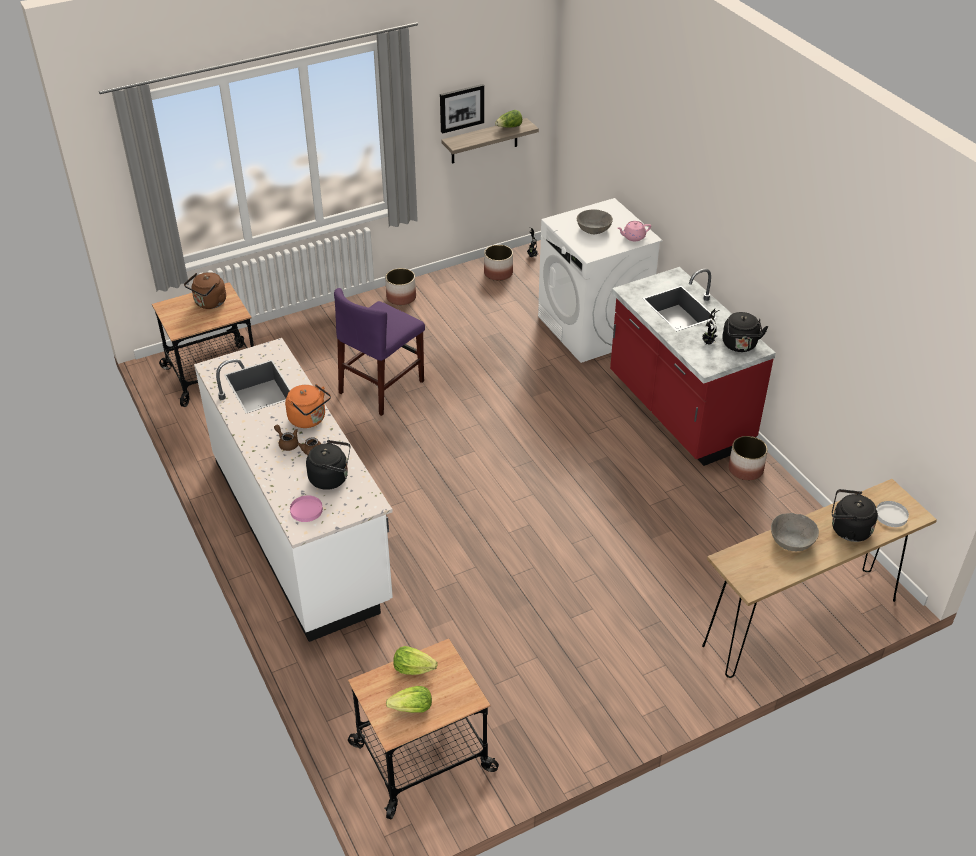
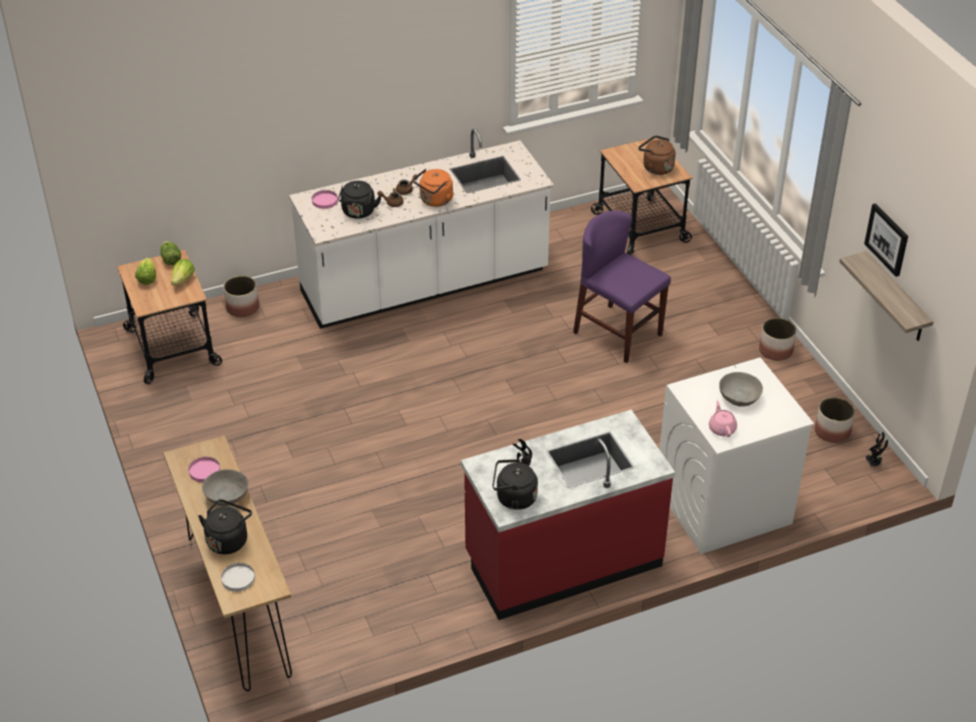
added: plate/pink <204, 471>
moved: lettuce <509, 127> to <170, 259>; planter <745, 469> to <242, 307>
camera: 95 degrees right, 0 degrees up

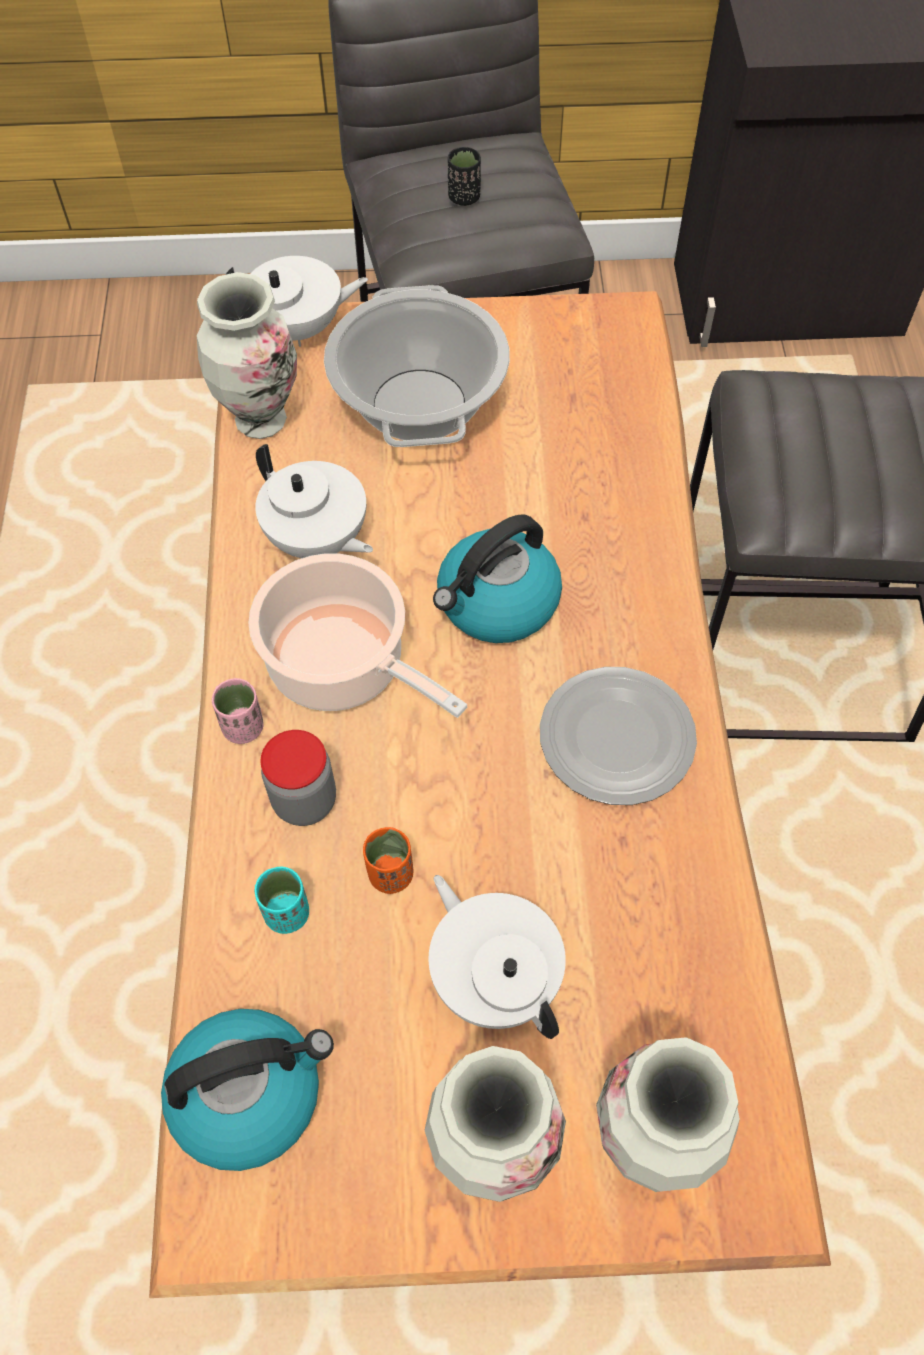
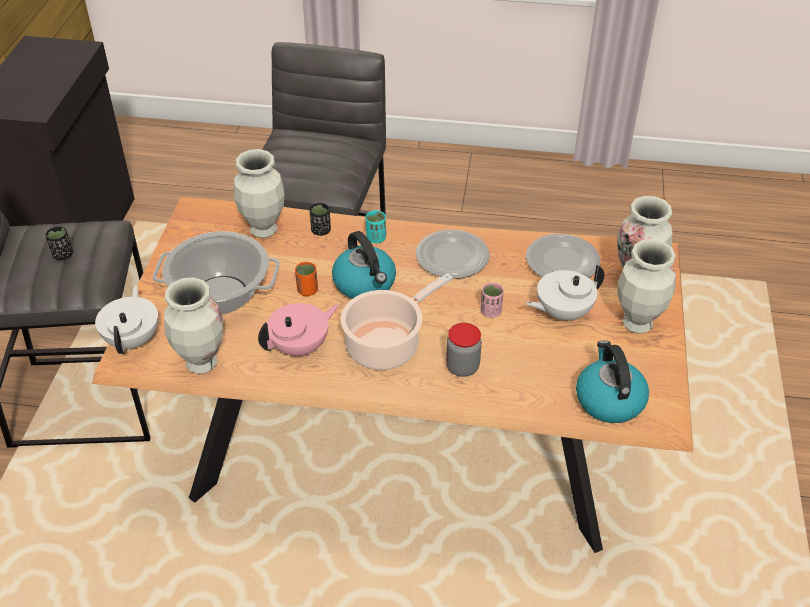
added: vase <263, 230>; cup/black <321, 231>; plate <563, 261>
moved: cup/orange <390, 874> to <307, 290>; cup/turquoise <287, 913> to <376, 238>; cup/pink <243, 727> to <490, 312>
recoloured: teapot/white <317, 540> to teapot/pink <301, 347>
camera: 80 degrees left, 15 degrees down

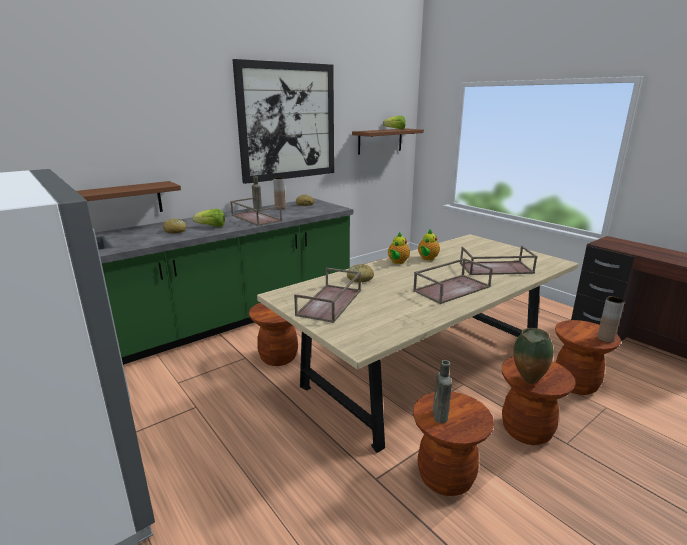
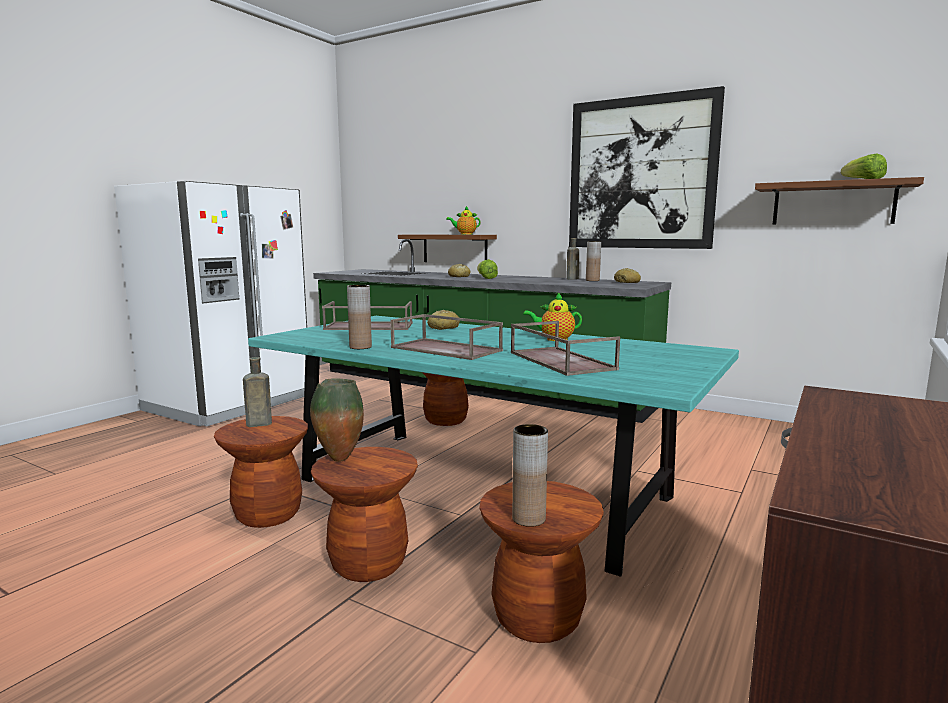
removed: tray/brown <255, 218>
added: vase/brown <360, 347>
moved: teapot <397, 262> to <465, 234>
recoloured: dining table/beige <424, 369> to dining table/turquoise <480, 487>
camera: 70 degrees right, 10 degrees down

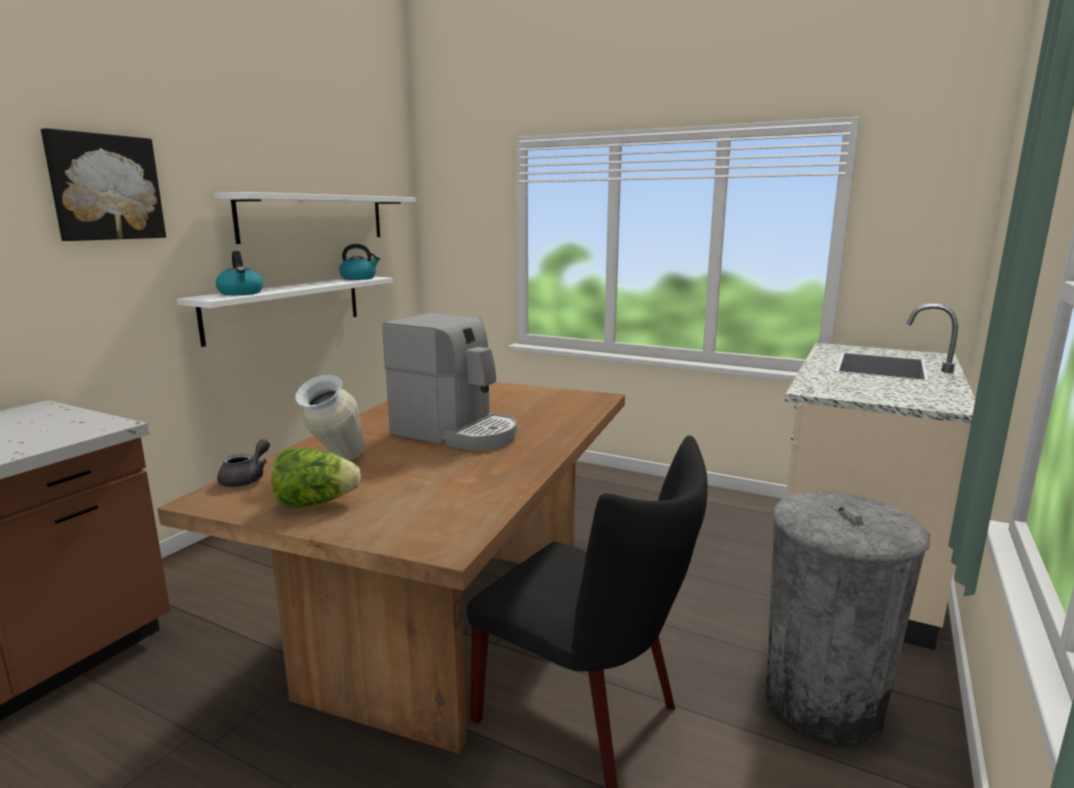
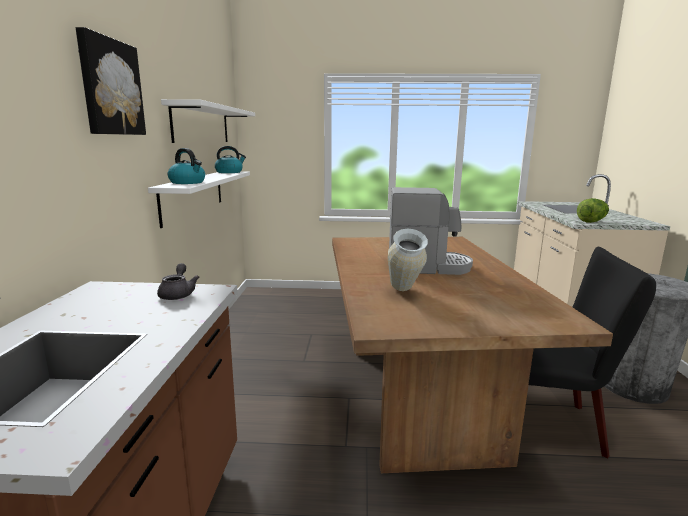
moved: teapot/grey <247, 479> to <178, 294>; lettuce <316, 503> to <592, 221>
camera: 25 degrees left, 0 degrees up

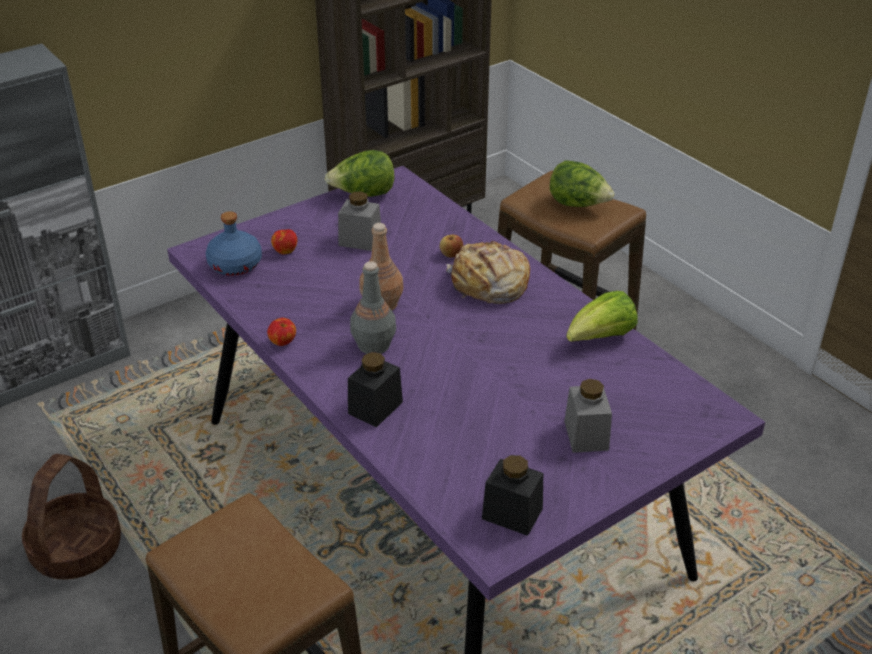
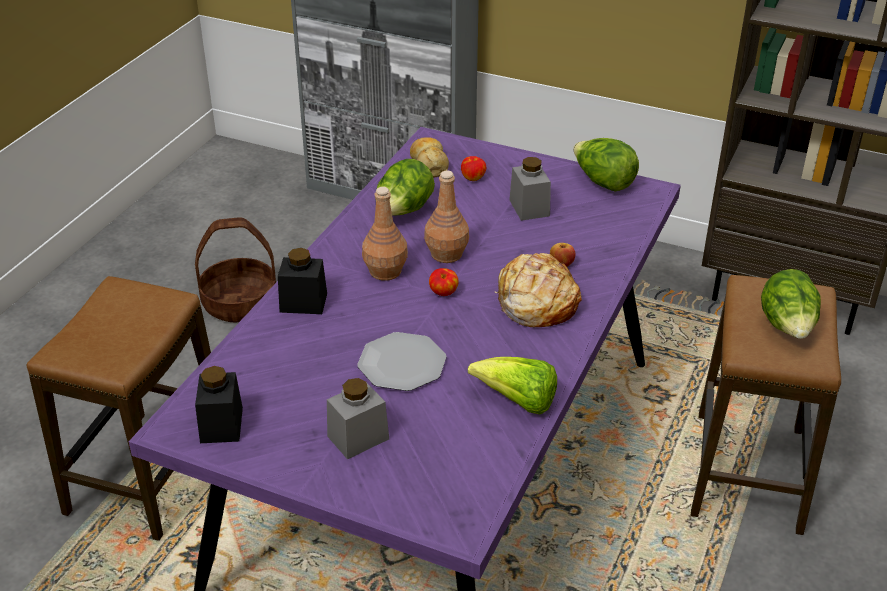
added: plate <401, 364>; lettuce <403, 212>
moved: apple <283, 342> to <443, 293>
replaced: bottle/blue <235, 265> to bread <429, 164>
recoloured: bottle/grey <373, 345> to bottle/brown <385, 271>
camera: 60 degrees right, 0 degrees up

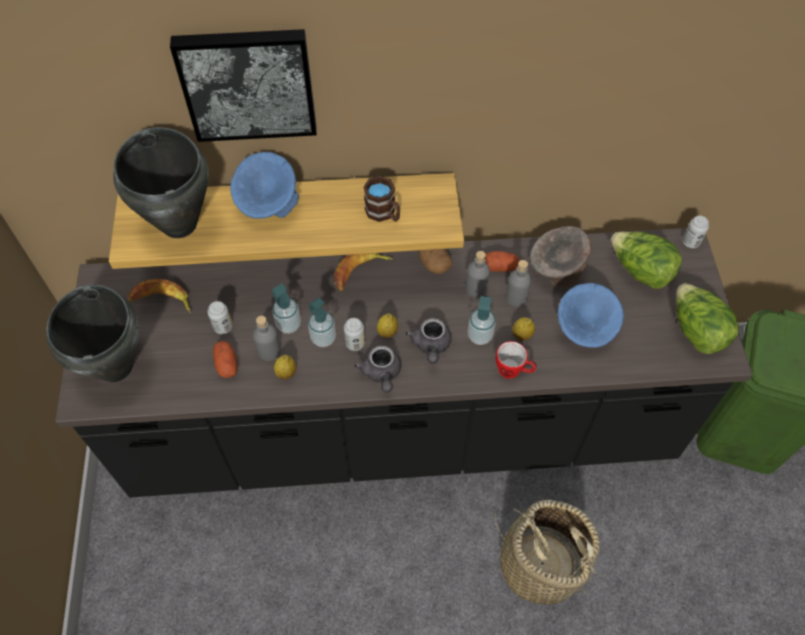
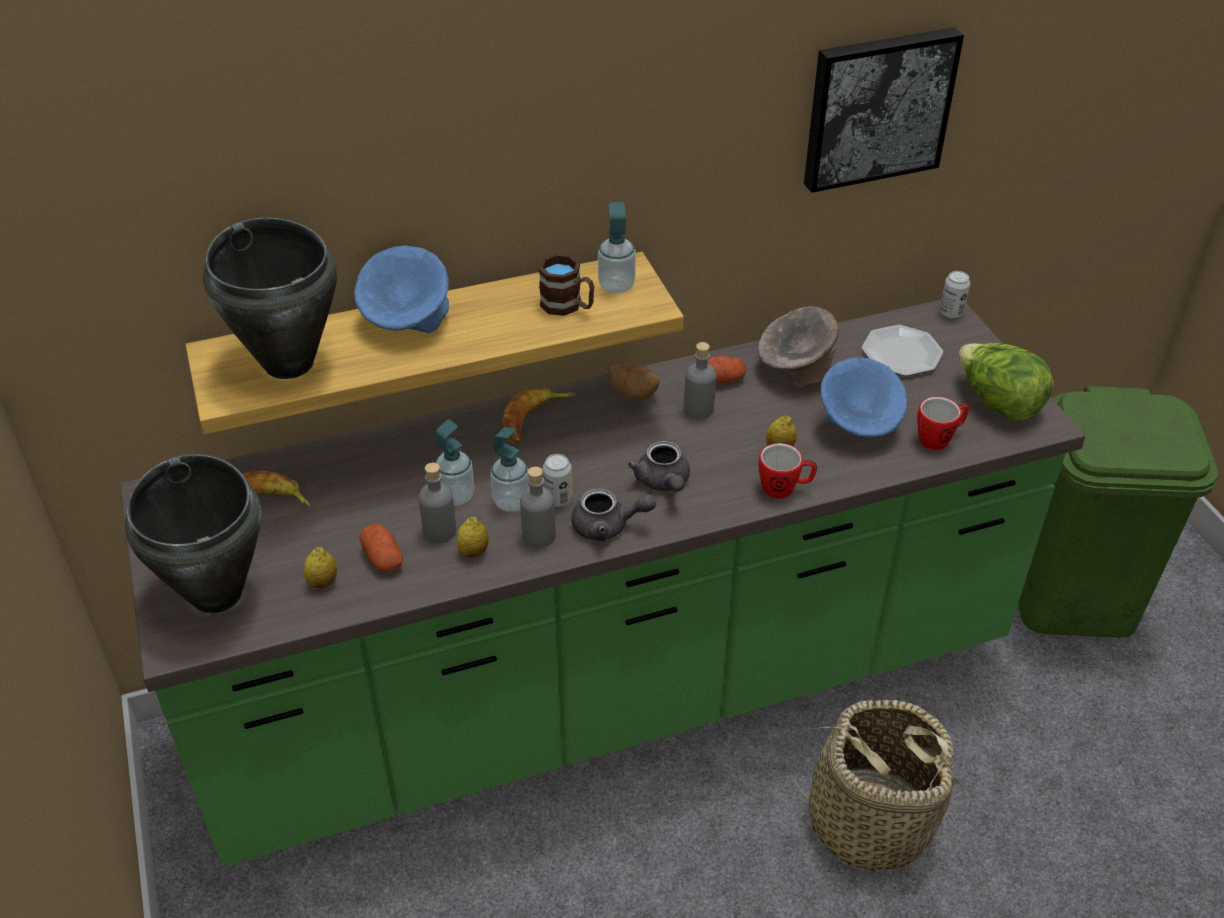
removed: can <223, 327>
added: mug <939, 438>
moved: lemon <387, 332> to <323, 582>; bottle/grey <516, 297> to <539, 535>; soap dispenser <480, 336> to <616, 286>; picture <248, 83> to <877, 107>
replaced: lettuce <640, 271> to plate <902, 354>
recoloured: counter/black <402, 429> to counter/green <612, 692>
turned: teapot/grey <381, 374> = <608, 526> 60 degrees counterclockwise
camera: 15 degrees left, 15 degrees down

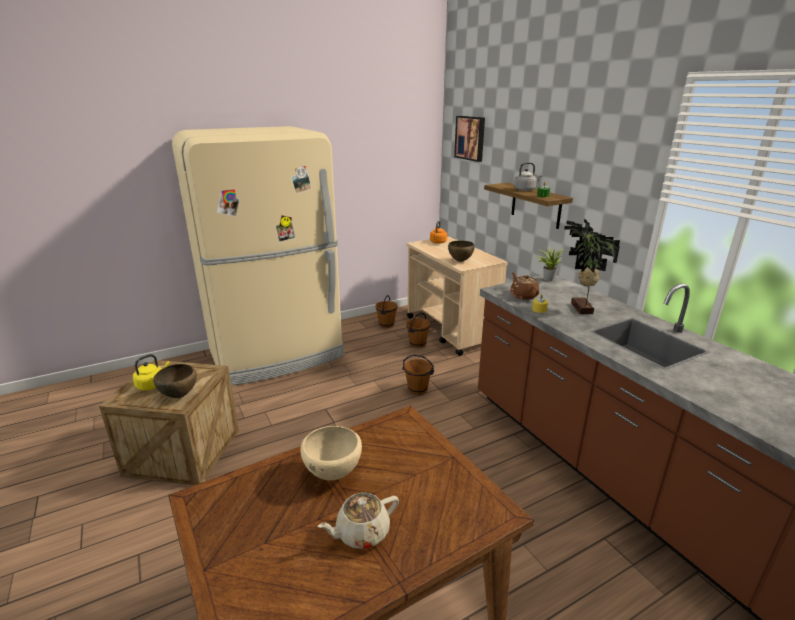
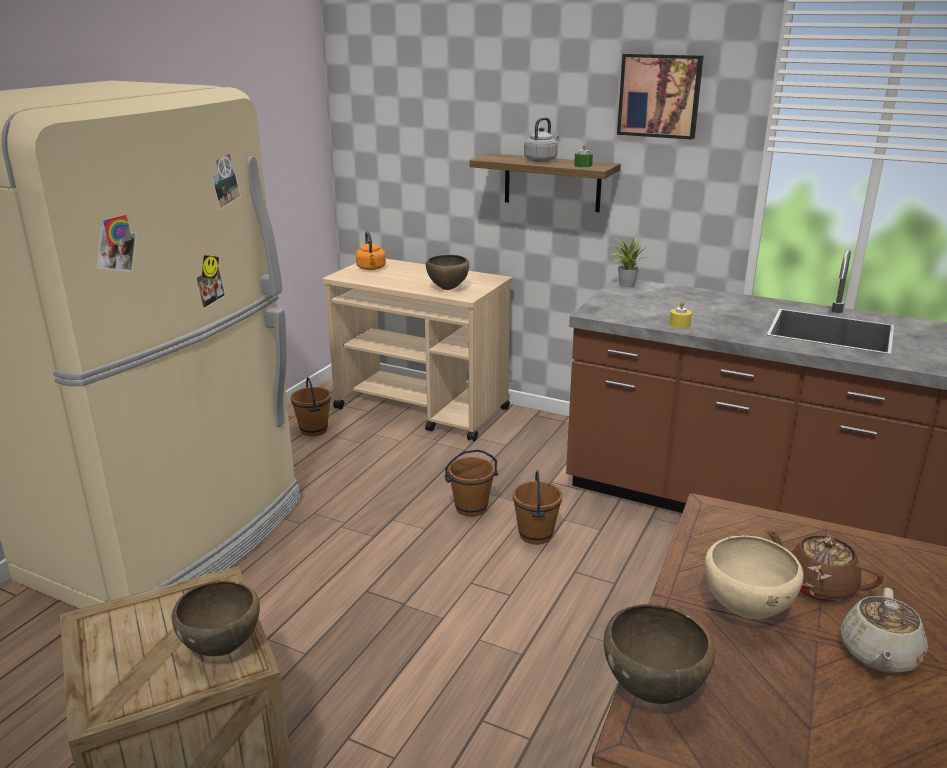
removed: kettle/yellow <152, 385>; potted plant <580, 309>
added: bowl/brown <654, 691>
moved: bucket/brown <417, 344> to <535, 535>; picture <471, 138> to <660, 95>; teapot/brown <523, 295> to <817, 585>
camera: 35 degrees left, 0 degrees up

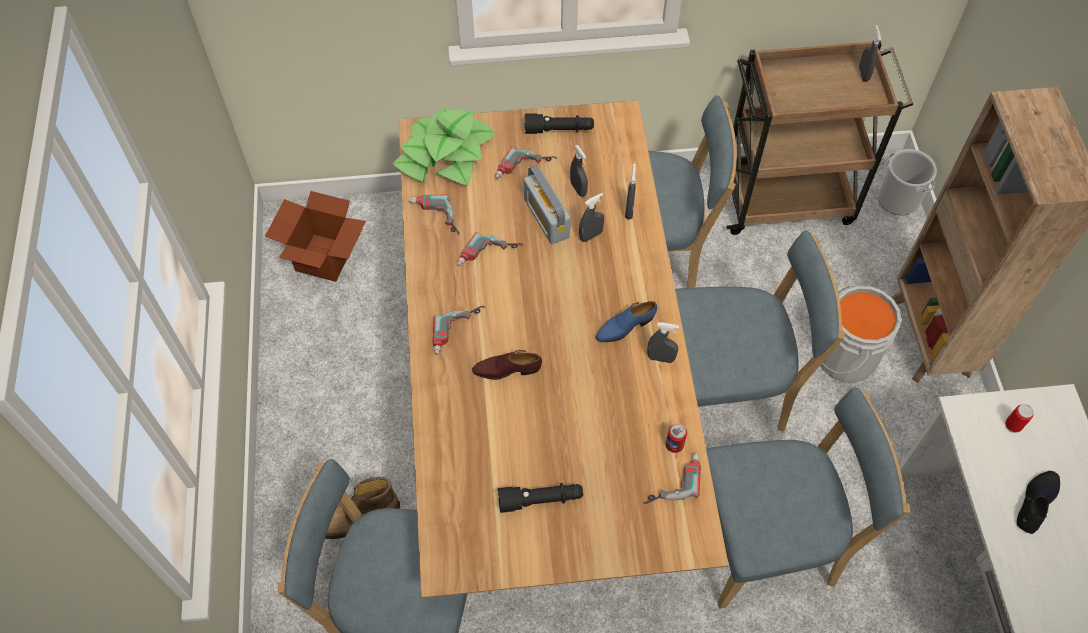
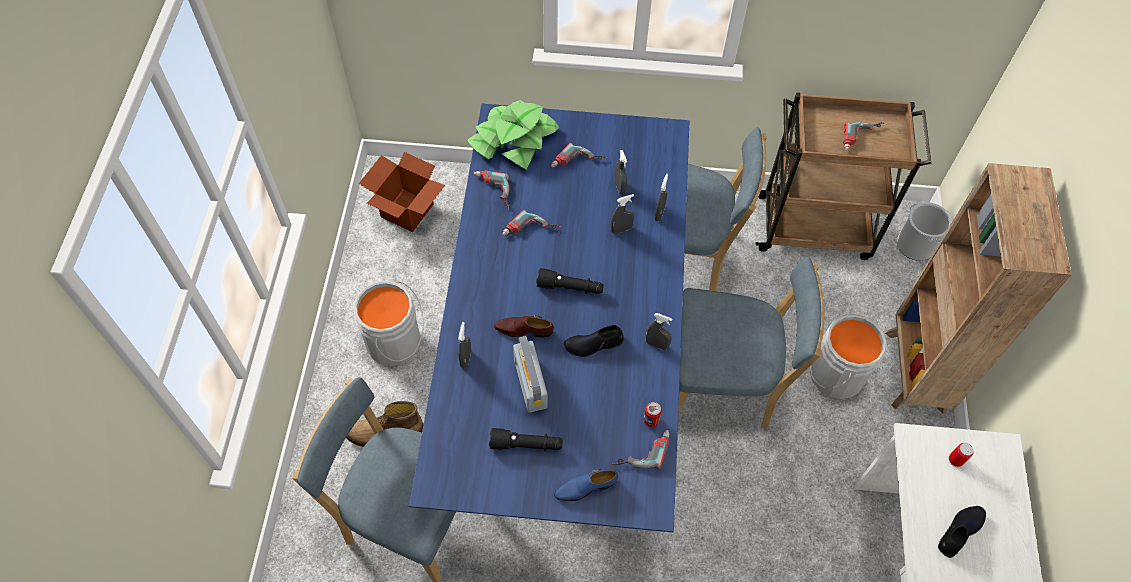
removed: chair/blue <770, 542>
added: bucket/grey <396, 342>; shoe/black <593, 344>
moved: spray bottle/grey <863, 74> to <466, 359>; radio <546, 218> to <530, 384>; flashlight/black <559, 130> to <570, 287>; shoe/blue <625, 326> to <585, 487>; power drill <459, 332> to <862, 139>
recoloured: dining table/brown <544, 407> to dining table/blue <563, 370>
camera: 10 degrees right, 0 degrees up

